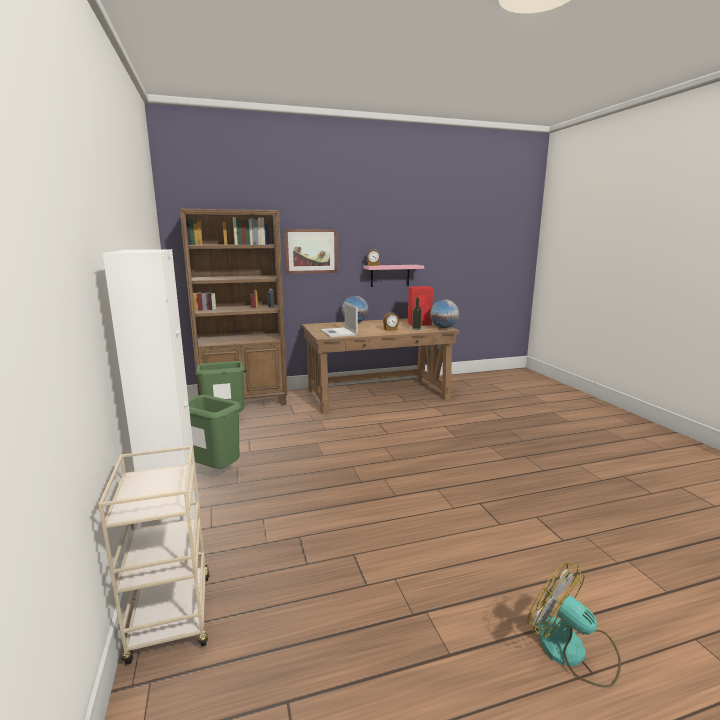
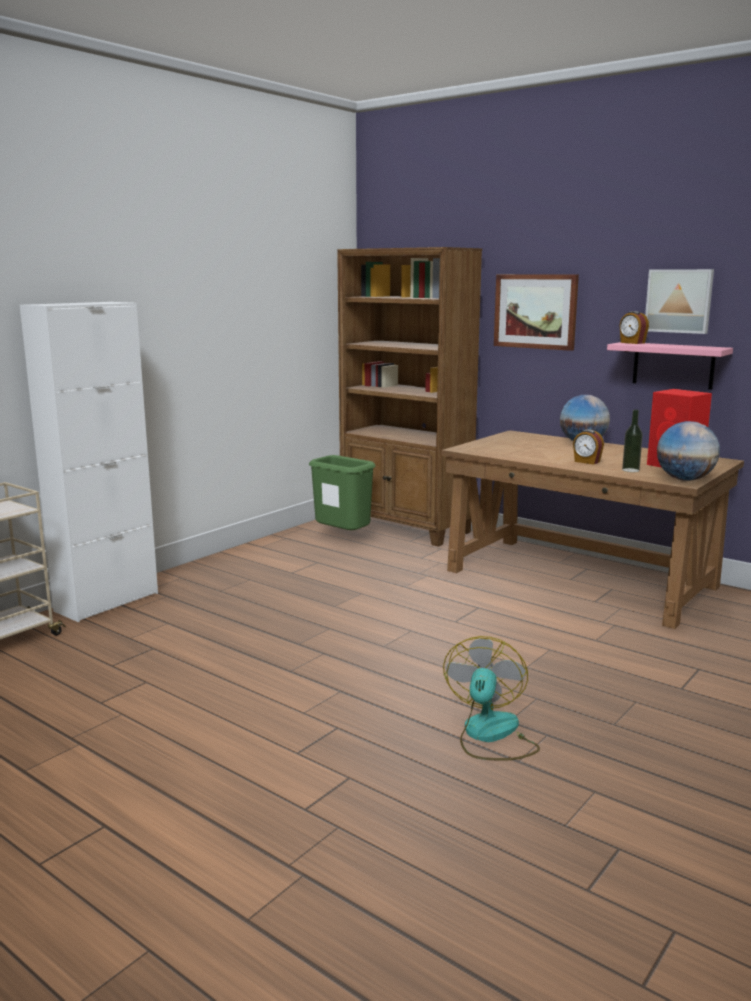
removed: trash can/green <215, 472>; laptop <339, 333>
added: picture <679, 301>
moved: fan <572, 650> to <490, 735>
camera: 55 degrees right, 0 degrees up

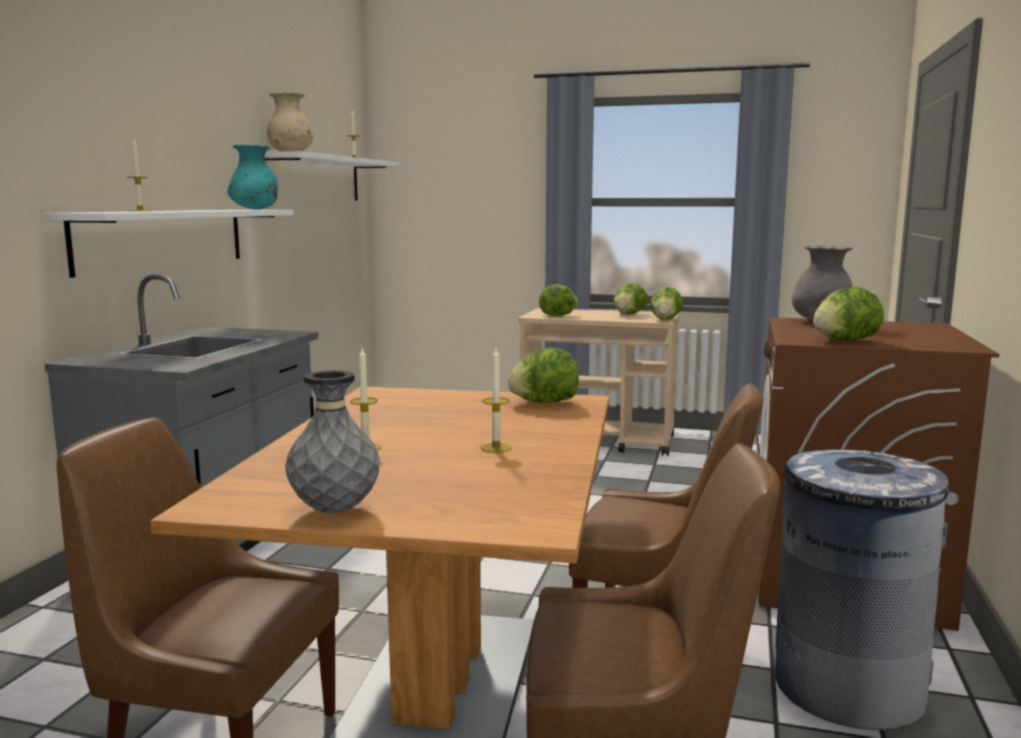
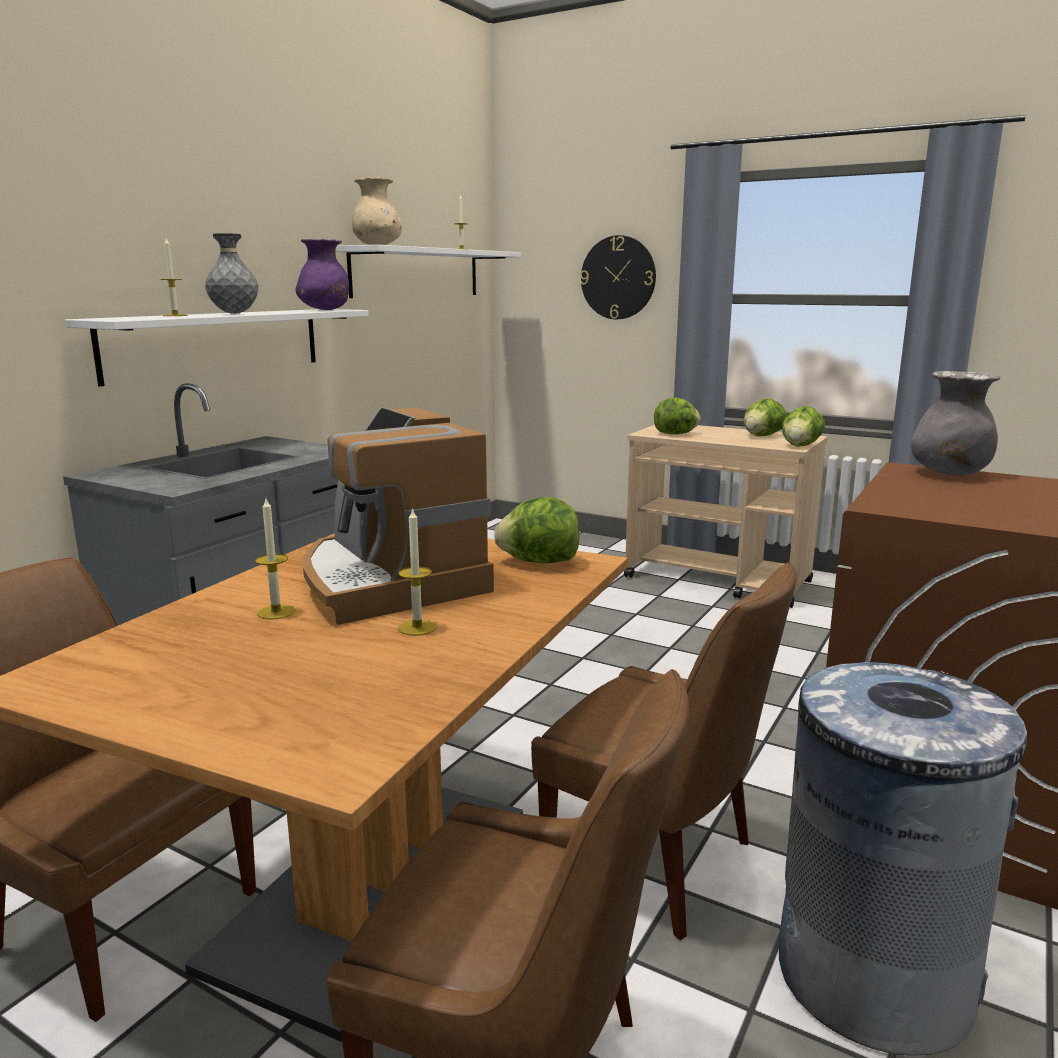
removed: lettuce <844, 340>
added: coffee machine <389, 581>; wall clock <618, 277>
moved: vase/grey <334, 510> to <234, 313>
recoloured: vase/turquoise <255, 209> to vase/purple <325, 310>
camera: 15 degrees right, 5 degrees up

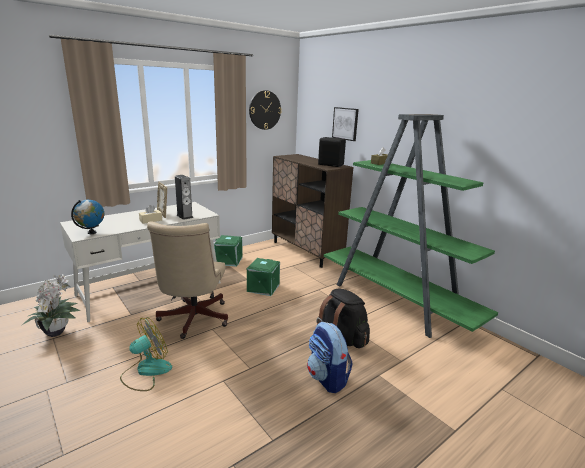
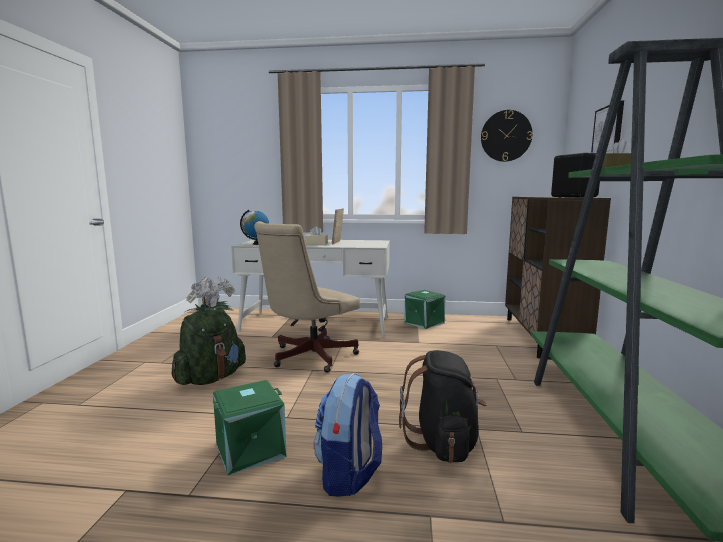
removed: speaker <184, 216>
moved: storage box/green <263, 287> to <250, 449>
replaced: fan <146, 371> to backpack/green <211, 378>
camera: 45 degrees right, 10 degrees down

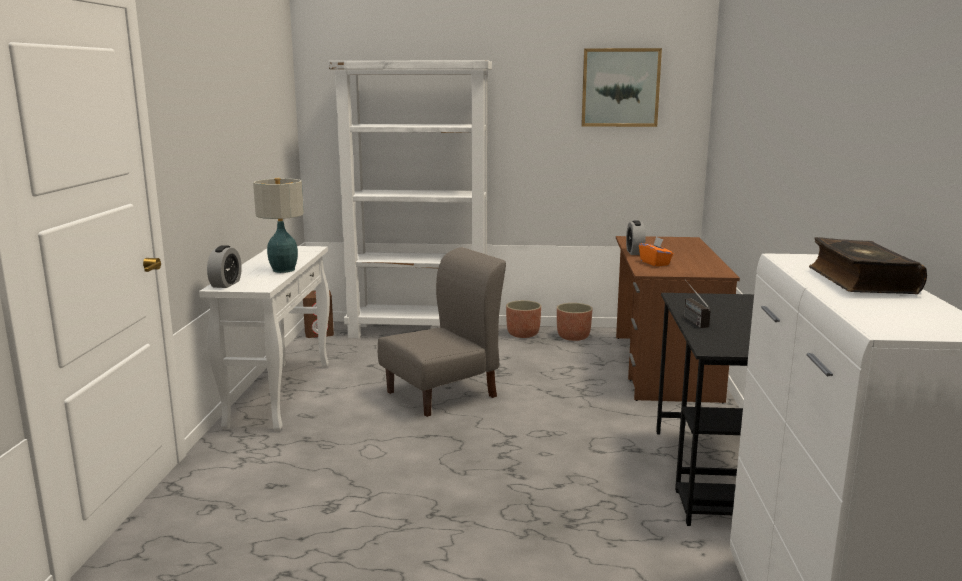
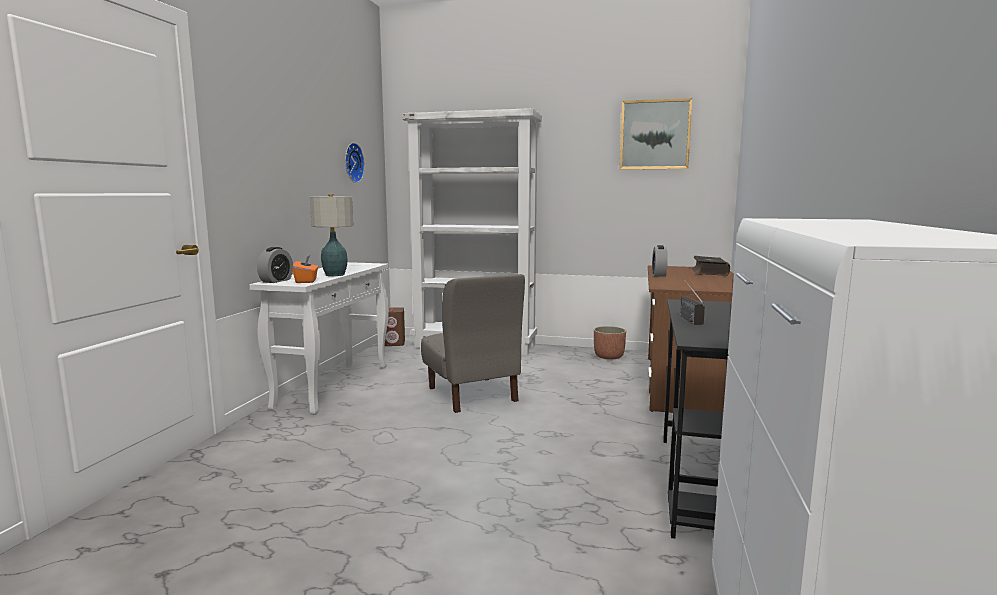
removed: planter <523, 334>
added: wall clock <351, 163>
moved: tissue box/orange <655, 263> to <306, 281>; book <860, 280> to <709, 272>
turned: chair/grey <443, 394> = <472, 394> 90 degrees clockwise
camera: 10 degrees right, 5 degrees down

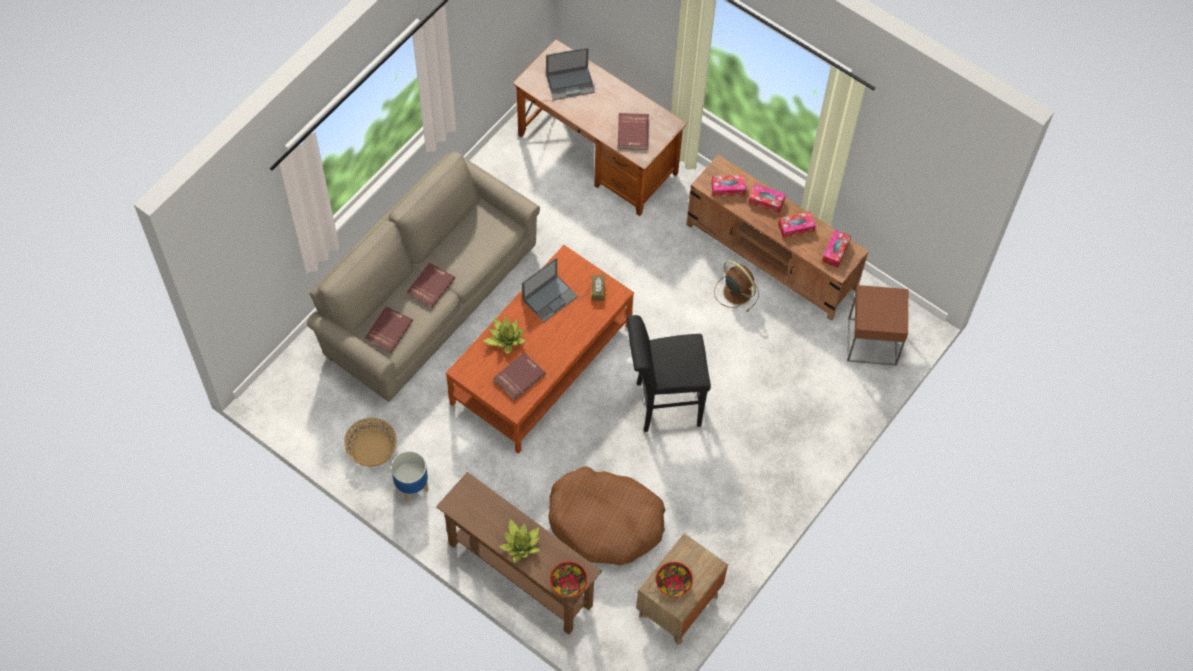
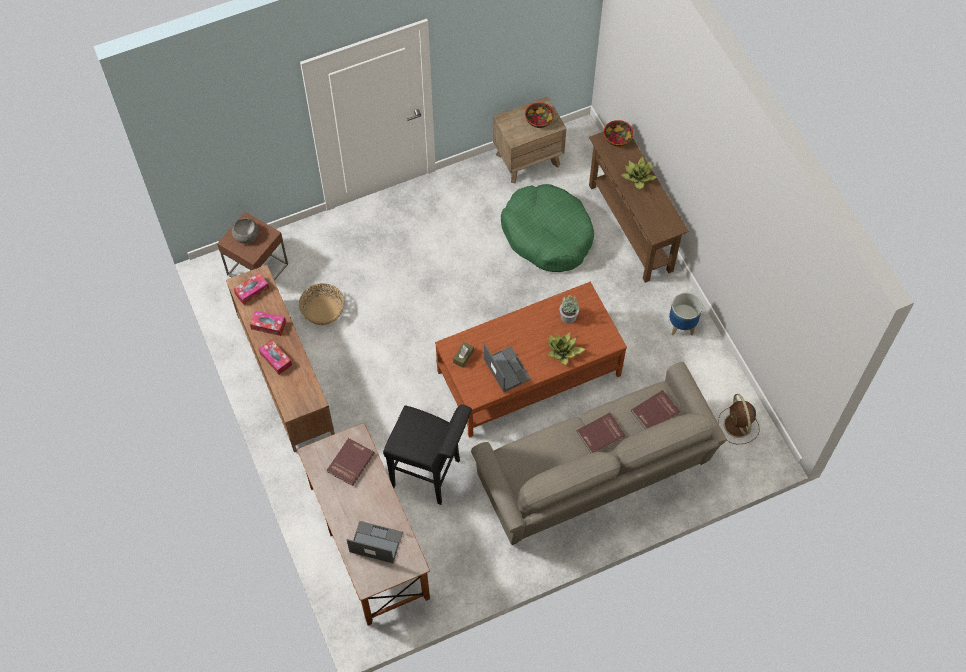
removed: tissue box <728, 188>
added: bowl/grey <246, 236>
moved: basket <372, 449> to <322, 310>; stool/black <662, 404> to <431, 475>; fan/brown <736, 291> to <738, 426>
replaced: book/red <518, 376> to potted plant <569, 316>
recoloured: dog bed/brown <605, 522> to dog bed/green <547, 234>
turned: laptop <550, 297> = <506, 369> 75 degrees clockwise
camera: 150 degrees left, 0 degrees up

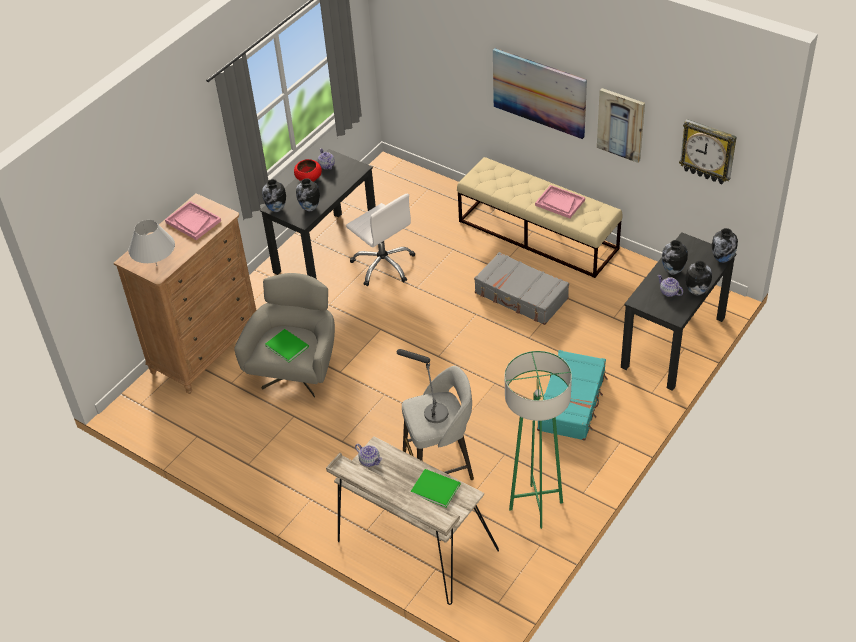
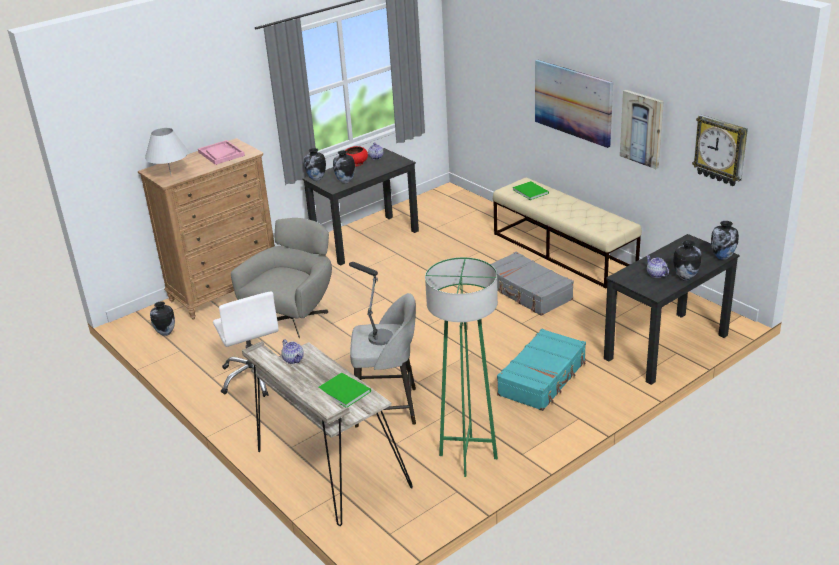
removed: tray/pink <559, 203>
moved: vase <672, 271> to <165, 333>; office chair/white <383, 265> to <255, 376>; book/green <287, 345> to <530, 191>
camera: 15 degrees right, 15 degrees down

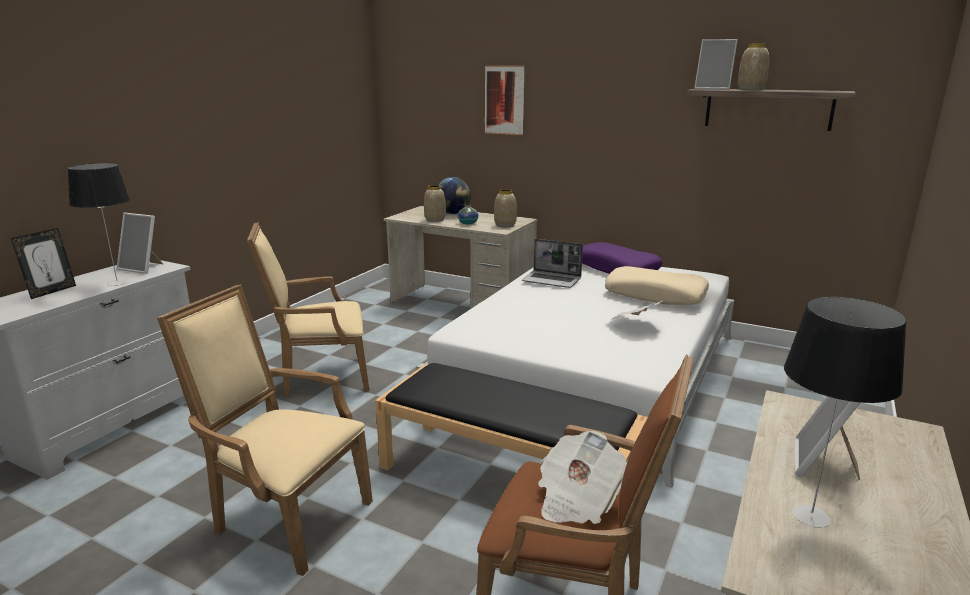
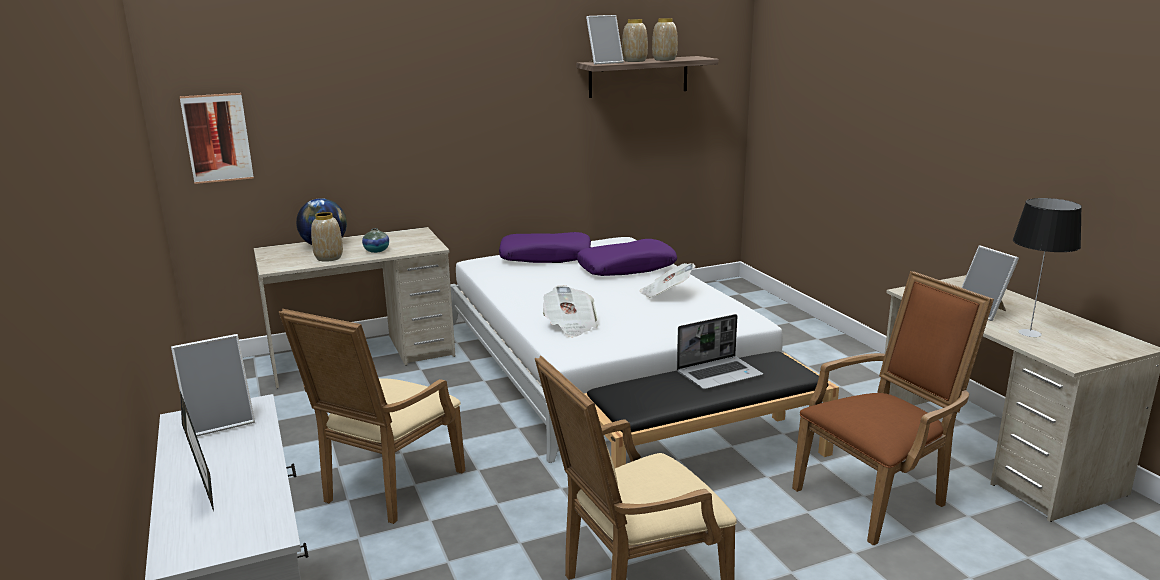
removed: table lamp <118, 282>
moved: picture <504, 100> to <217, 138>; newspaper <577, 499> to <570, 326>; vase <504, 225> to <664, 59>; laptop <552, 280> to <719, 374>
recoloured: pillow/beige <655, 295> to pillow/purple <626, 268>
camera: 50 degrees left, 0 degrees up

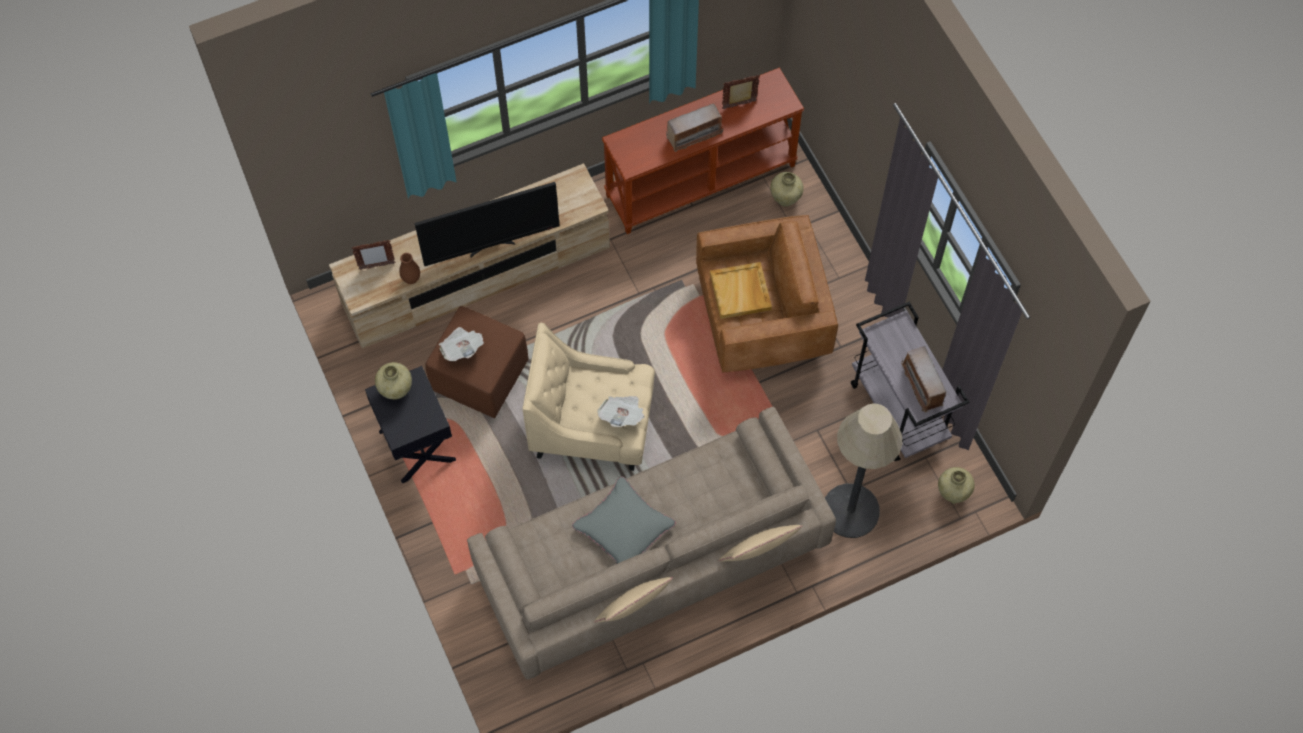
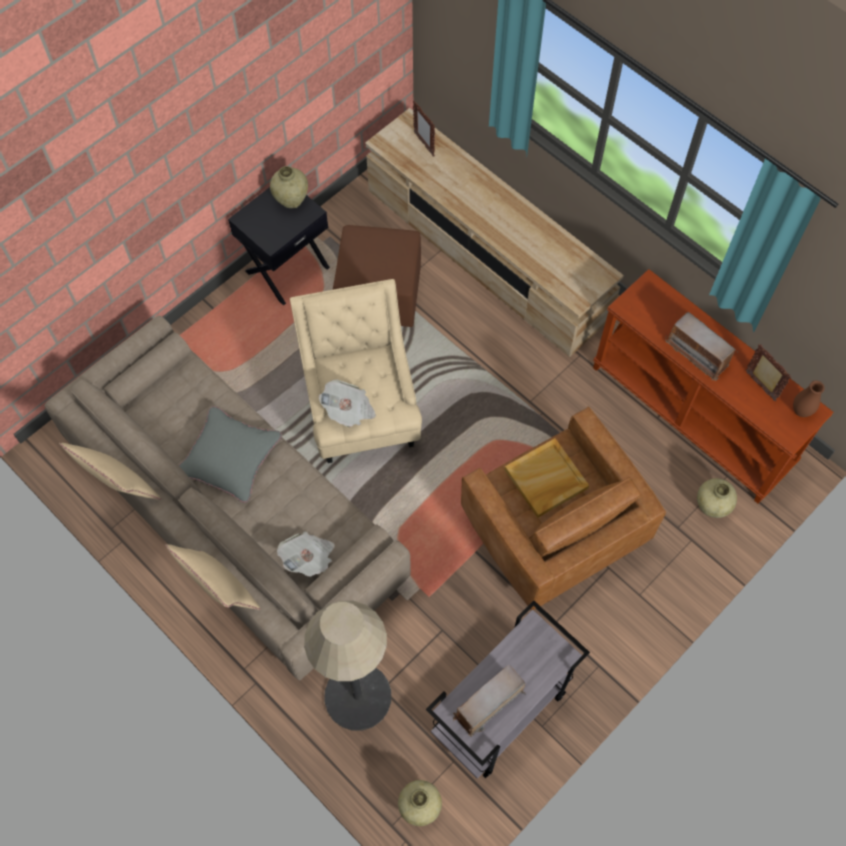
removed: television <491, 246>
moved: newspaper <462, 349> to <309, 558>; vase/brown <411, 279> to <801, 411>
camera: 70 degrees right, 0 degrees up

